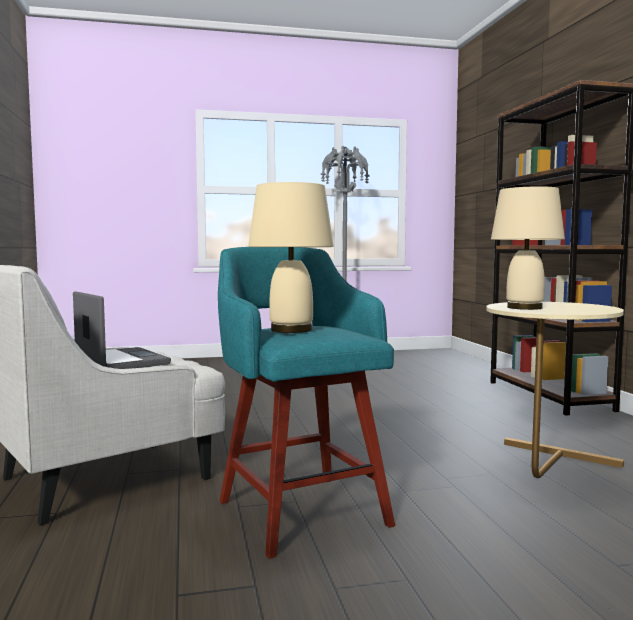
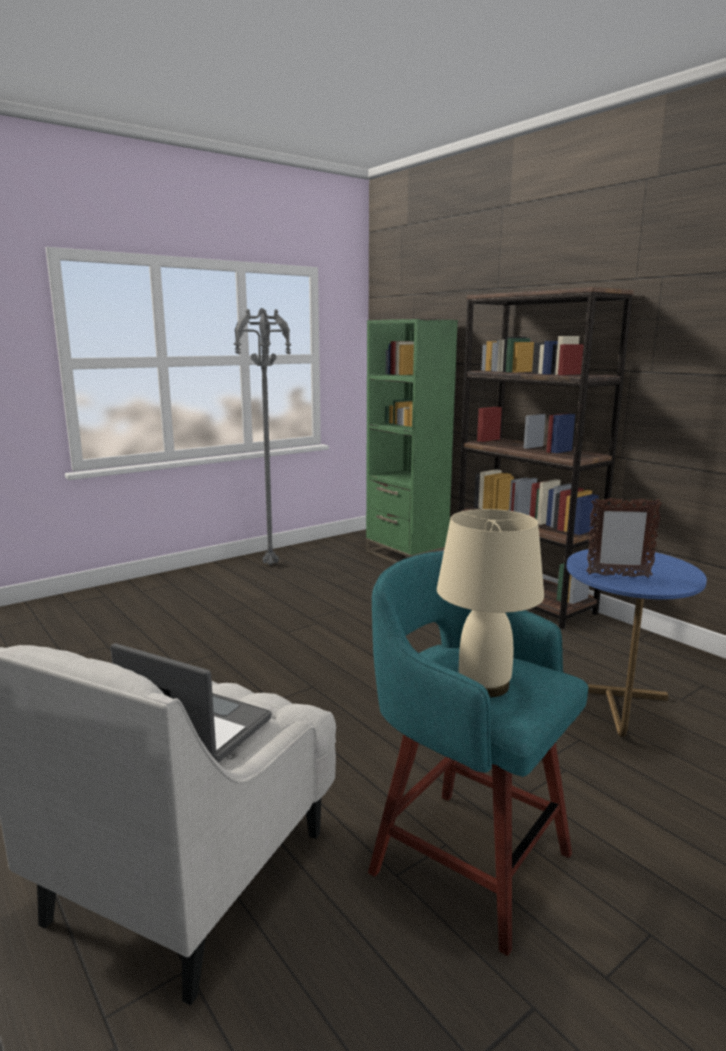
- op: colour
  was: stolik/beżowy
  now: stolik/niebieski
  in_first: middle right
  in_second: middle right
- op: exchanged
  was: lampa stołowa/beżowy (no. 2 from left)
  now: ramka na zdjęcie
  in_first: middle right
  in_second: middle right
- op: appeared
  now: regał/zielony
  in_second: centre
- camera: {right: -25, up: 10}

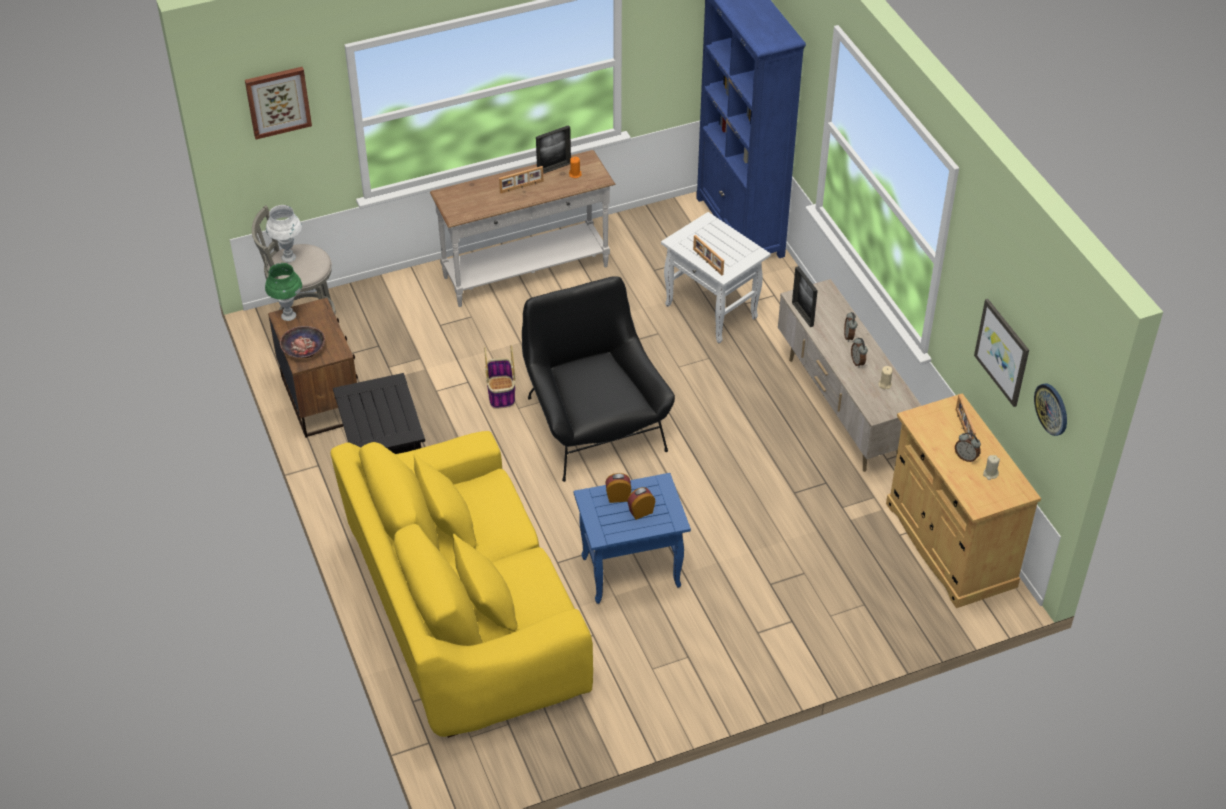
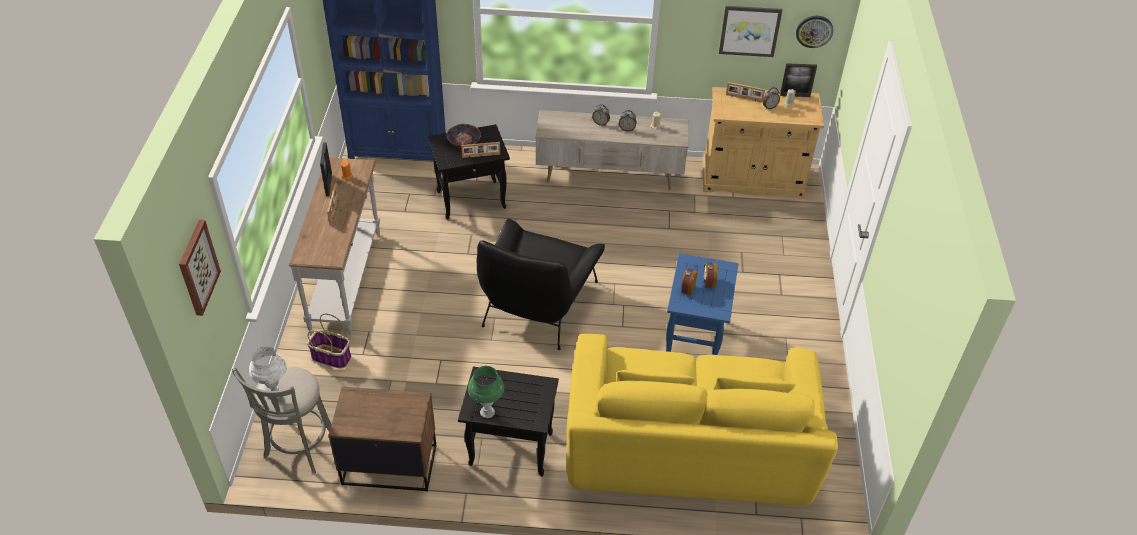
- op: relocated
  was: lampa stołowa/zielony
  in_first: middle left
  in_second: bottom centre
- op: relocated
  was: miska
  in_first: middle left
  in_second: top centre
- op: relocated
  was: koszyk
  in_first: centre
  in_second: middle left
- op: spun
  was: fotel/czarny
  in_first: centre
  in_second: centre
  clockwise: -75
- op: colour
  was: stolik/biały
  now: stolik/czarny (no. 1 from left)
  in_first: centre
  in_second: top centre
- op: relocated
  was: ramka na zdjęcie (no. 4 from left in the first image)
  now: ramka na zdjęcie (no. 5 from left)
  in_first: centre
  in_second: top right
- camera: {right: -65, up: 0}

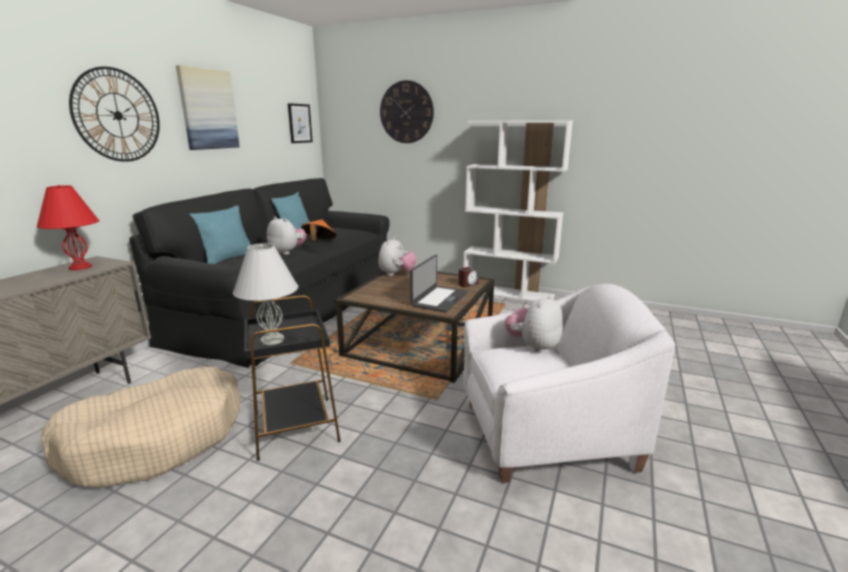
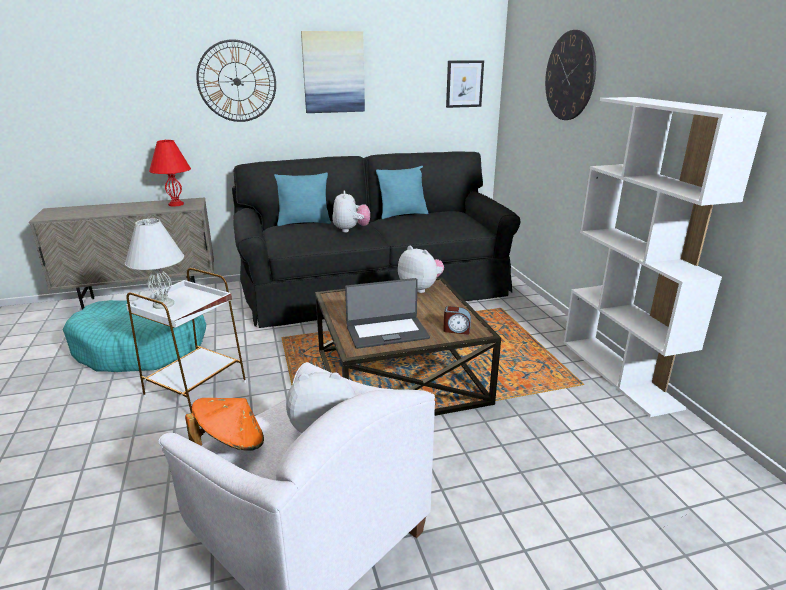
- op: colour
  was: legowisko/beżowy
  now: legowisko/turkusowy
  in_first: bottom left
  in_second: middle left
- op: colour
  was: stolik/czarny
  now: stolik/biały
  in_first: centre
  in_second: middle left
- op: relocated
  was: kapelusz/pomarańczowy
  in_first: centre
  in_second: bottom left
- op: spun
  was: pluszak (no. 2 from left in the first image)
  in_first: centre
  in_second: centre
  clockwise: -120
- camera: {right: 50, up: 5}

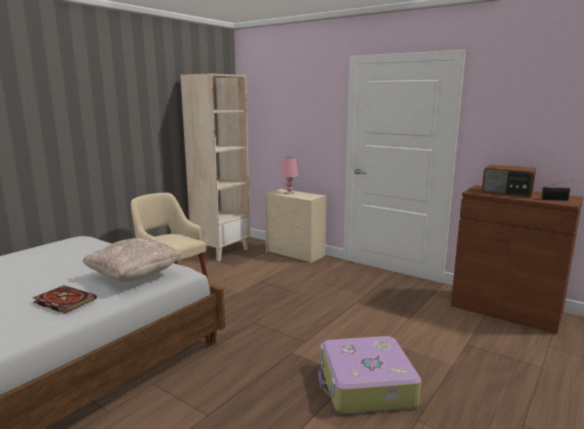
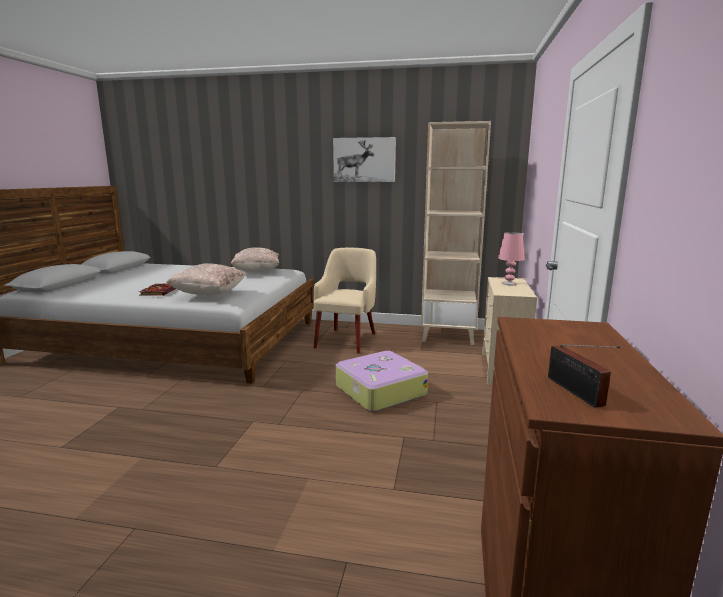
- op: relocated
  was: walizka
  in_first: bottom centre
  in_second: centre
- op: missing
  was: radio (no. 1 from left)
  in_first: middle right
- op: appeared
  now: poduszka/beżowy (no. 2 from left)
  in_second: centre
- op: appeared
  now: obraz
  in_second: top centre
- camera: {right: 65, up: 0}

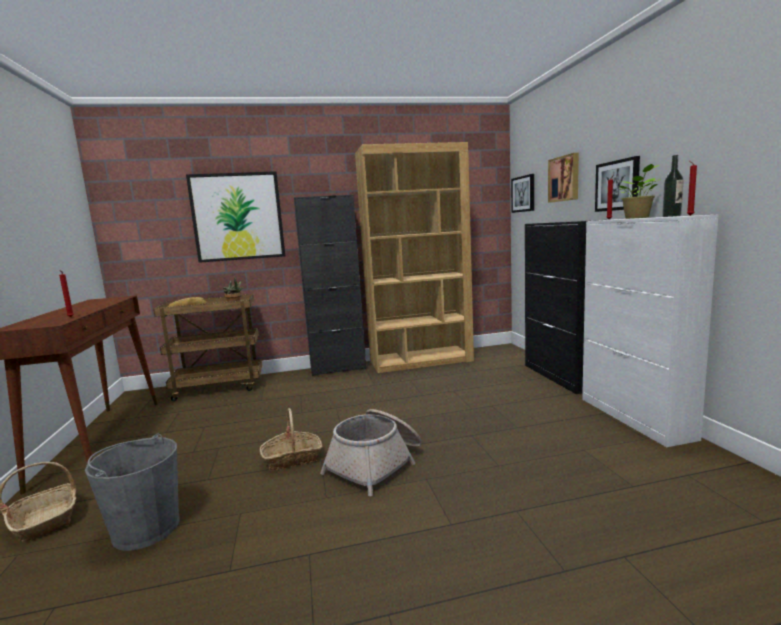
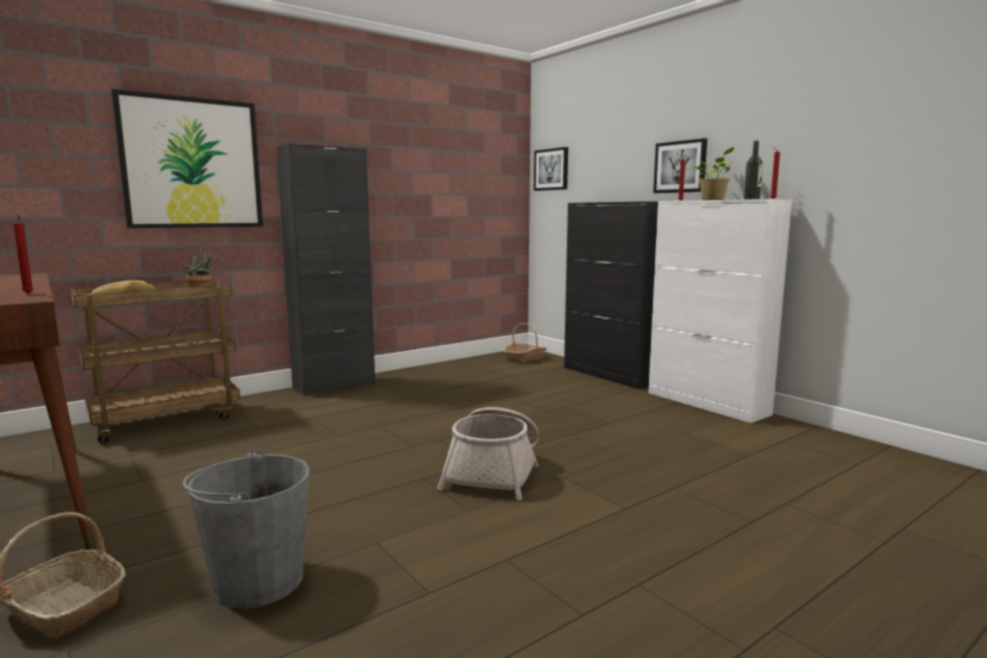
- op: relocated
  was: koszyk (no. 2 from left in the first image)
  now: koszyk (no. 3 from left)
  in_first: bottom centre
  in_second: centre
- op: missing
  was: regał/brązowy
  in_first: centre
- op: missing
  was: obraz (no. 3 from left)
  in_first: top right
- camera: {right: -25, up: 0}

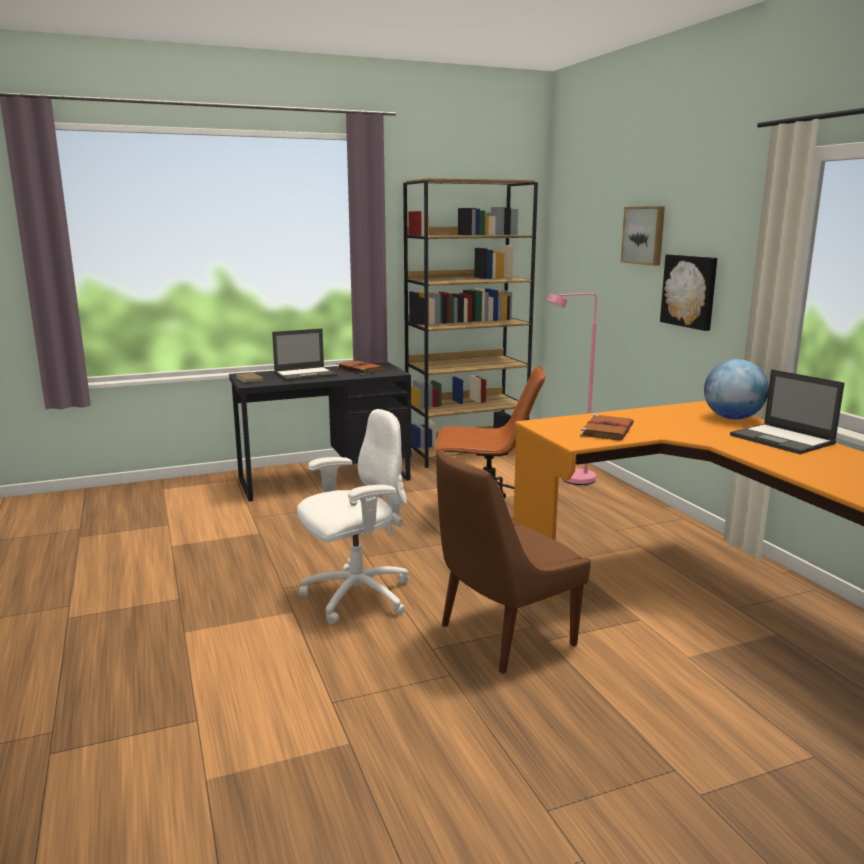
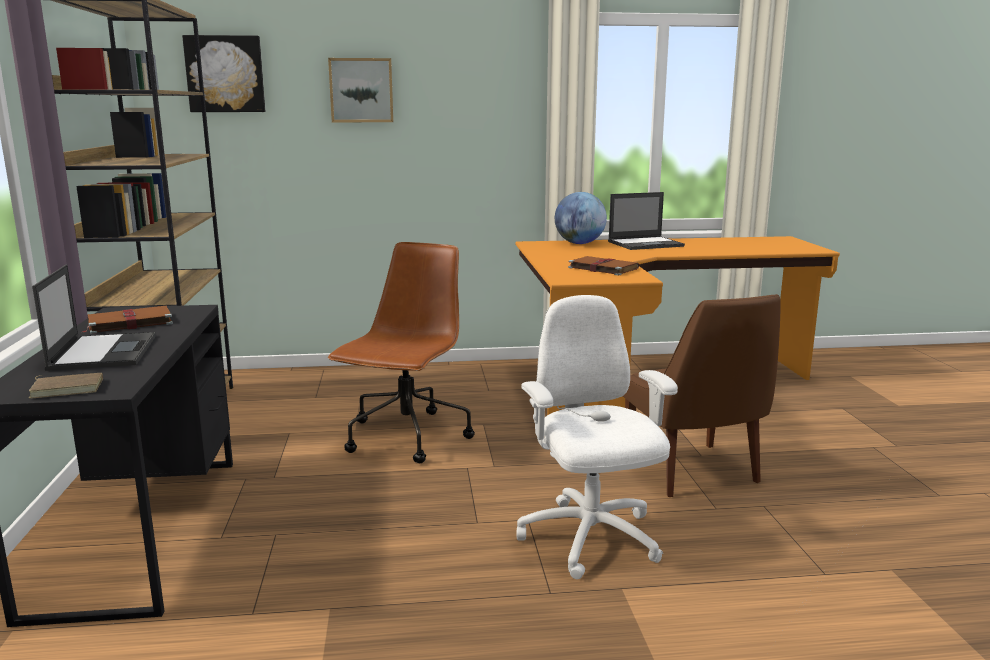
- op: missing
  was: lampa stojąca/różowy
  in_first: centre
- op: relocated
  was: obraz (no. 2 from left in the first image)
  now: obraz (no. 1 from left)
  in_first: middle right
  in_second: top left
- camera: {right: -75, up: 0}

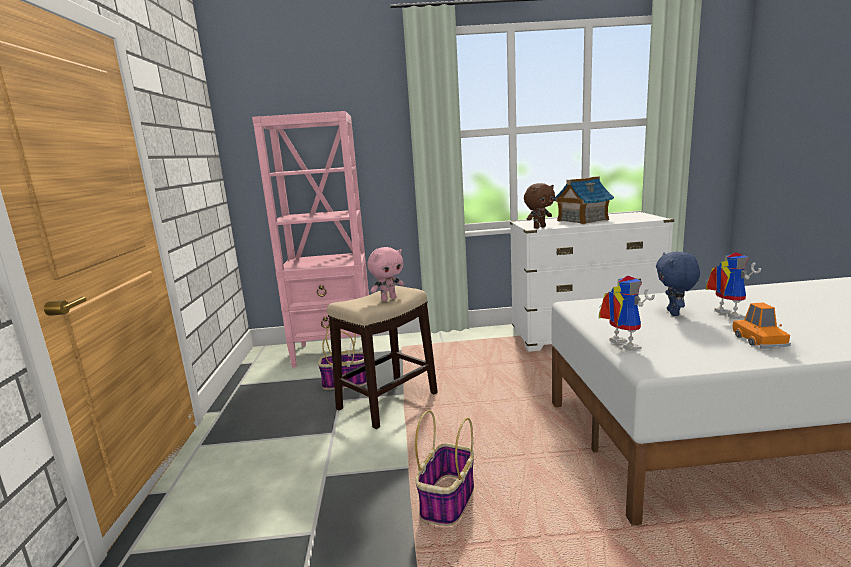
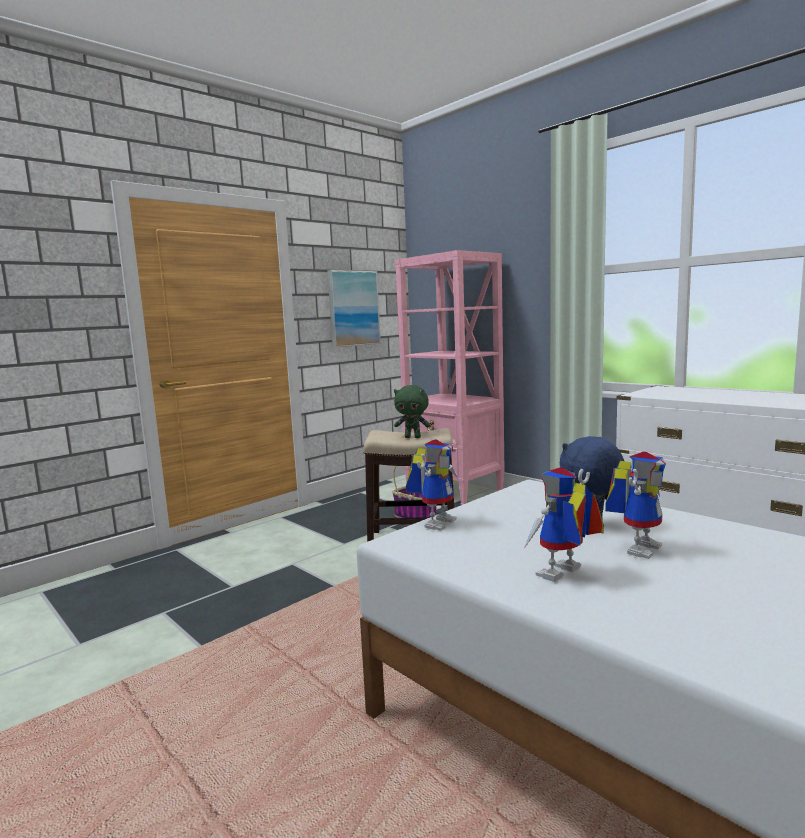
- op: colour
  was: pluszak/różowy
  now: pluszak/zielony
  in_first: centre
  in_second: centre
- op: missing
  was: koszyk (no. 2 from left)
  in_first: bottom centre
- op: missing
  was: pluszak/brązowy
  in_first: centre
- op: missing
  was: domek
  in_first: middle right
- op: exchanged
  was: samochodzik/pomarańczowy
  now: robot zabawkowy (no. 2 from left)
  in_first: middle right
  in_second: middle right
- op: appeared
  now: obraz
  in_second: centre
- camera: {right: 50, up: -5}

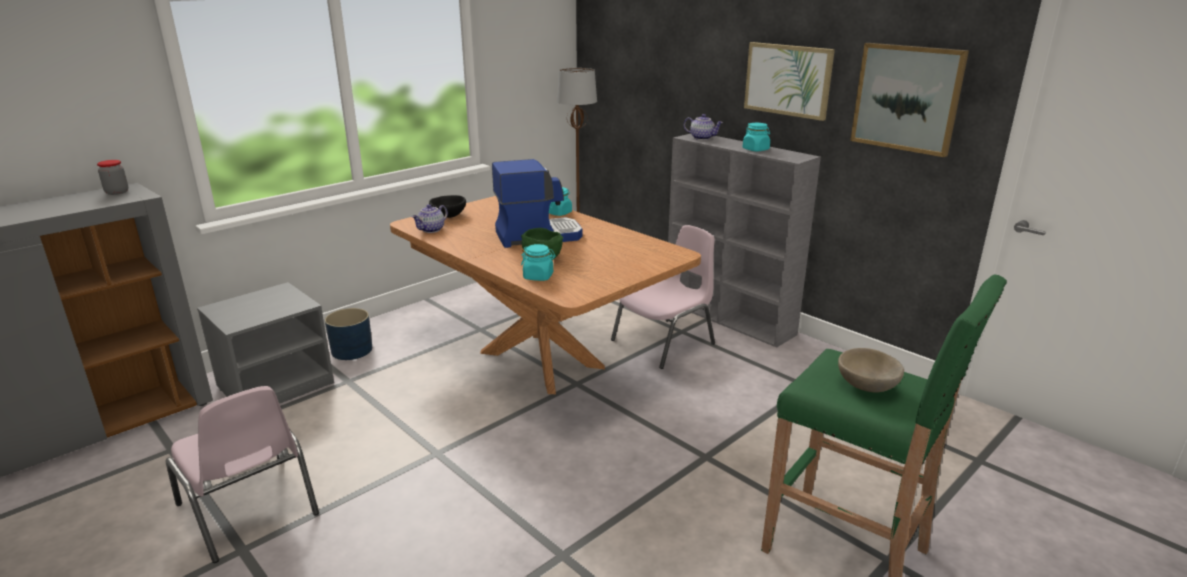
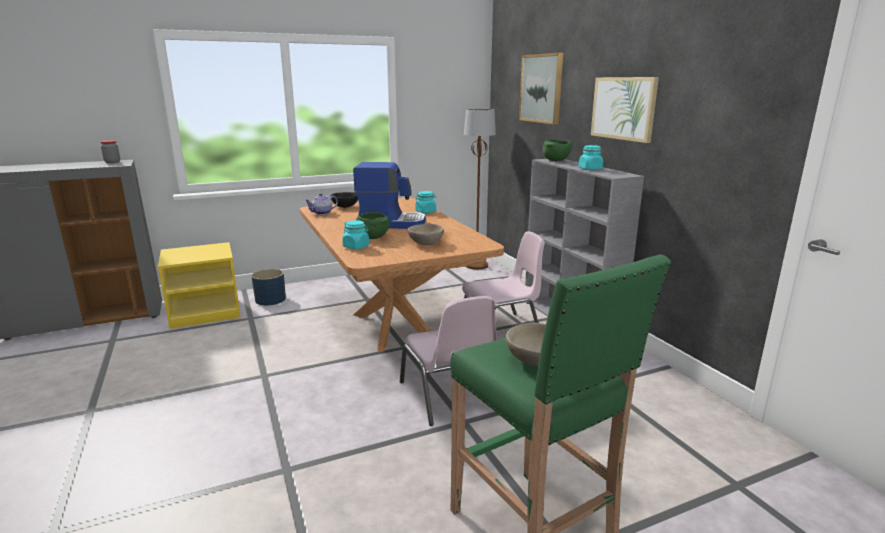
- op: relocated
  was: krzesło/różowy (no. 1 from left)
  in_first: bottom left
  in_second: bottom centre
- op: colour
  was: szafka nocna/szary
  now: szafka nocna/żółty
  in_first: middle left
  in_second: middle left
- op: exchanged
  was: imbryk (no. 2 from left)
  now: miska/zielony (no. 2 from left)
  in_first: top centre
  in_second: top centre
- op: relocated
  was: obraz (no. 2 from left in the first image)
  now: obraz (no. 1 from left)
  in_first: top right
  in_second: top centre
- op: appeared
  now: miska/beżowy (no. 1 from left)
  in_second: centre
- camera: {right: 20, up: -5}

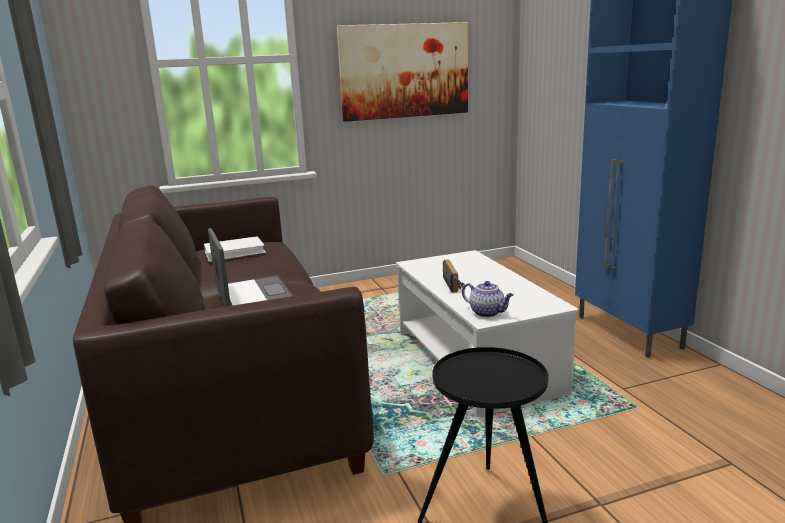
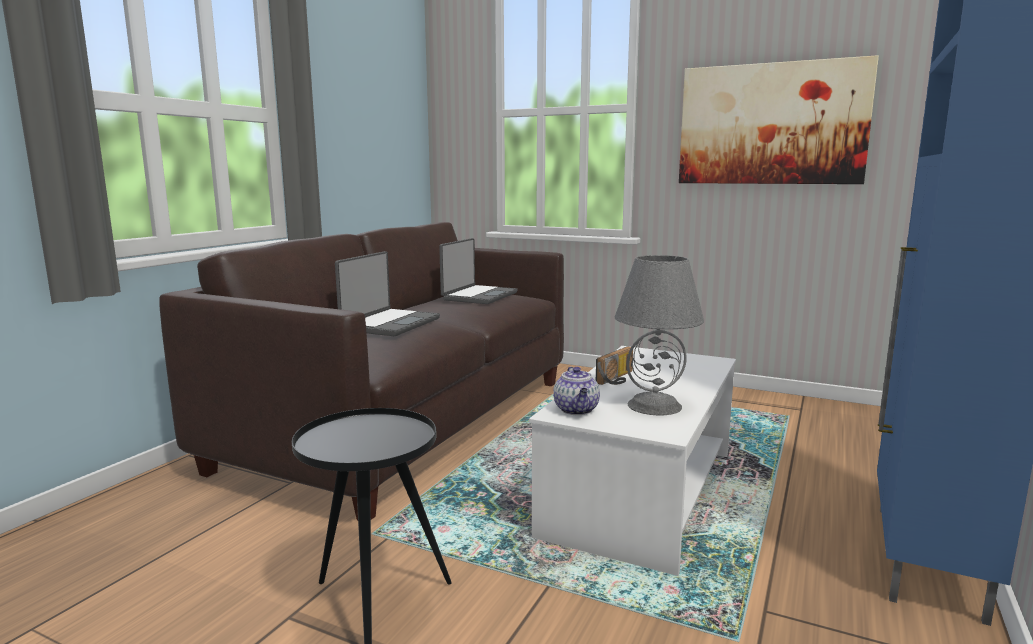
- op: exchanged
  was: książka/biały
  now: laptop (no. 2 from left)
  in_first: middle left
  in_second: centre
- op: appeared
  now: lampa stołowa/szary
  in_second: centre
- camera: {right: 45, up: -5}

